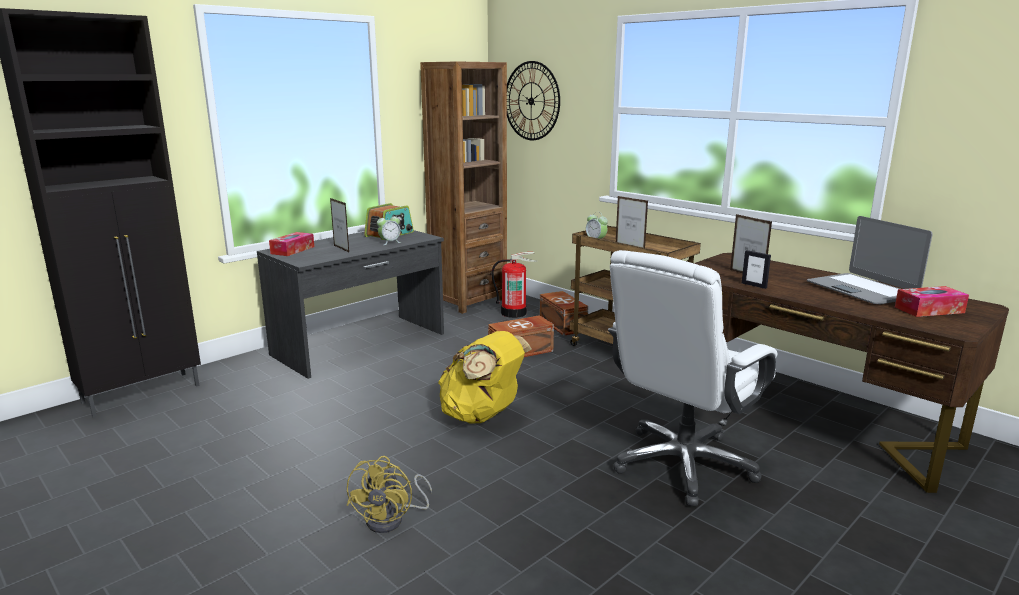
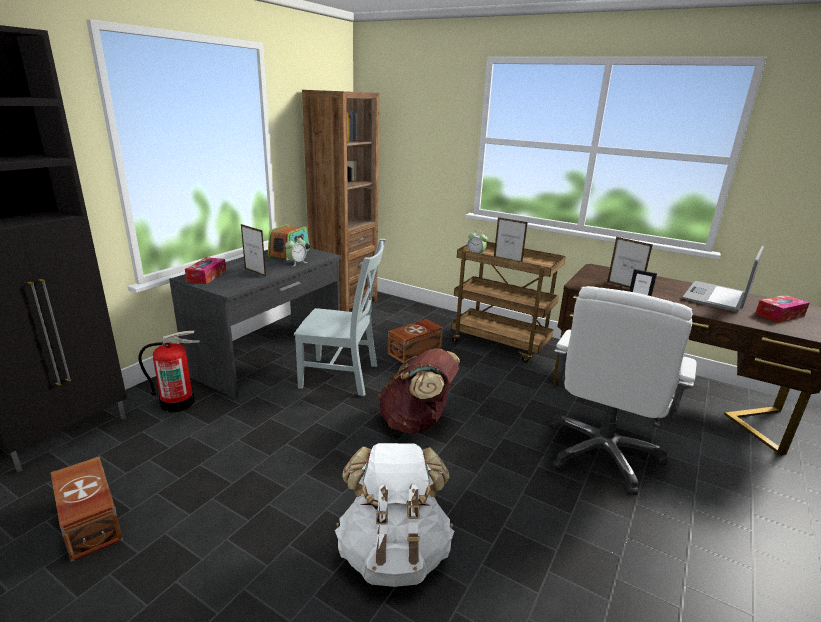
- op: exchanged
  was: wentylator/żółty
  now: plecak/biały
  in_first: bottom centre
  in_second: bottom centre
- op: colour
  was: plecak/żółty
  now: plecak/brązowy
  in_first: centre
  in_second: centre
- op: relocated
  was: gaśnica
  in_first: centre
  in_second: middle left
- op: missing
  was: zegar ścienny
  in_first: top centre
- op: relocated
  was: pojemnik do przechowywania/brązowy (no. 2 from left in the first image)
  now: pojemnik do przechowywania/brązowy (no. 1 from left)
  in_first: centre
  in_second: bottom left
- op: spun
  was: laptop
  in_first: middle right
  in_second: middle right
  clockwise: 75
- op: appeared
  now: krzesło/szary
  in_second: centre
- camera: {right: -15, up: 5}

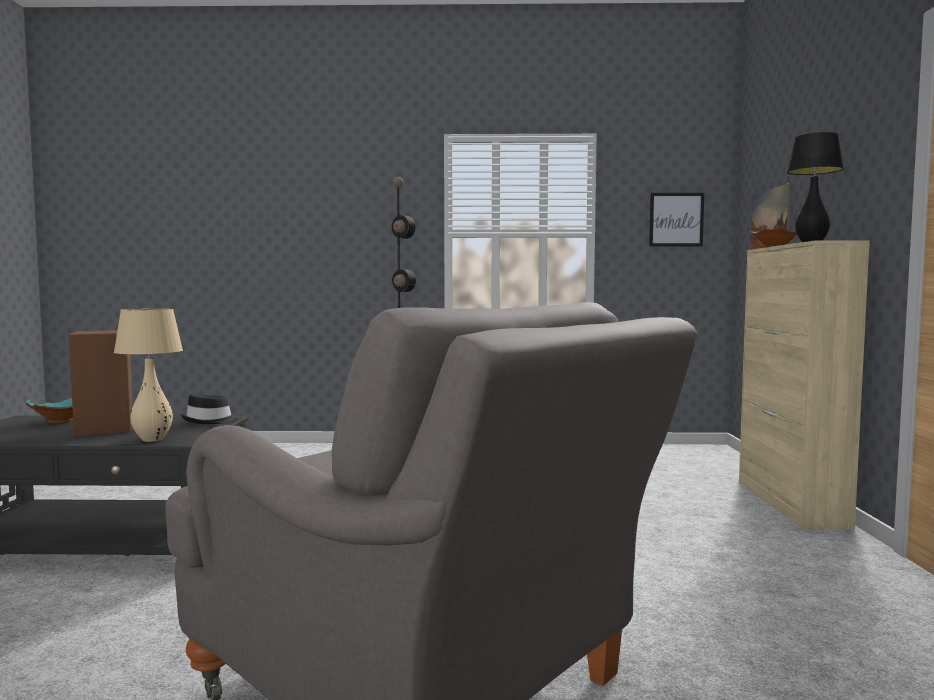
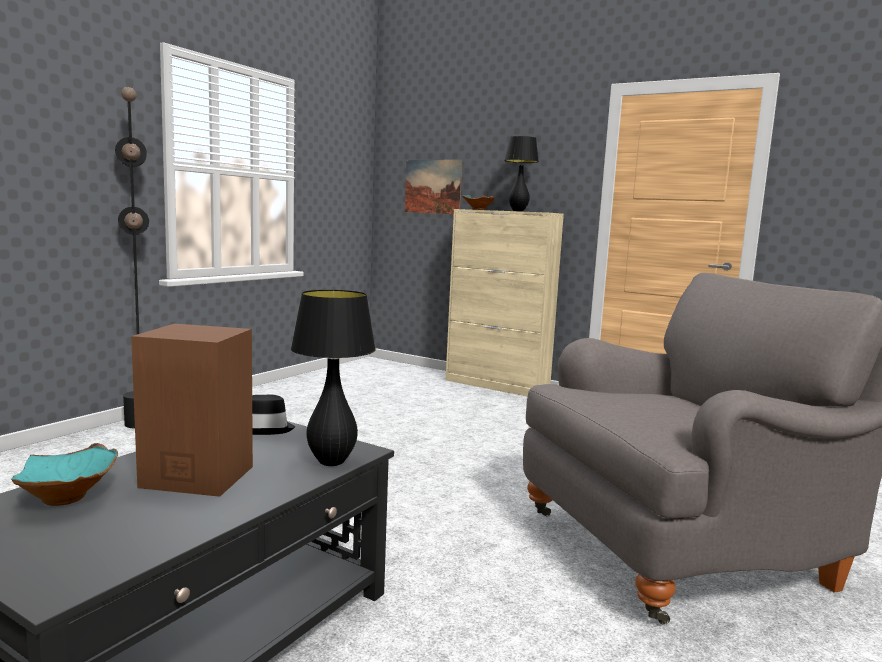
- op: colour
  was: lampa stołowa/beżowy
  now: lampa stołowa/czarny (no. 1 from left)
  in_first: middle left
  in_second: centre
- op: missing
  was: obraz (no. 1 from left)
  in_first: top right
- camera: {right: -60, up: 5}

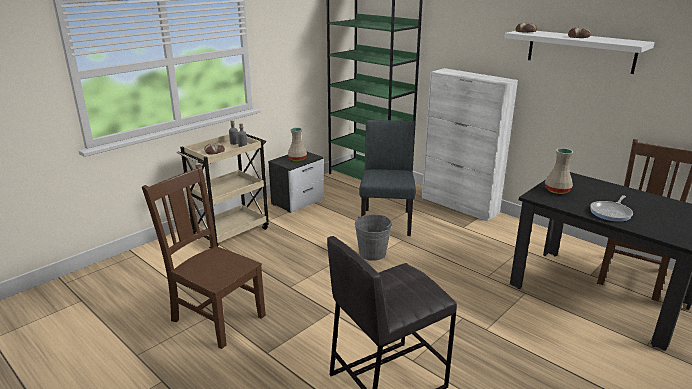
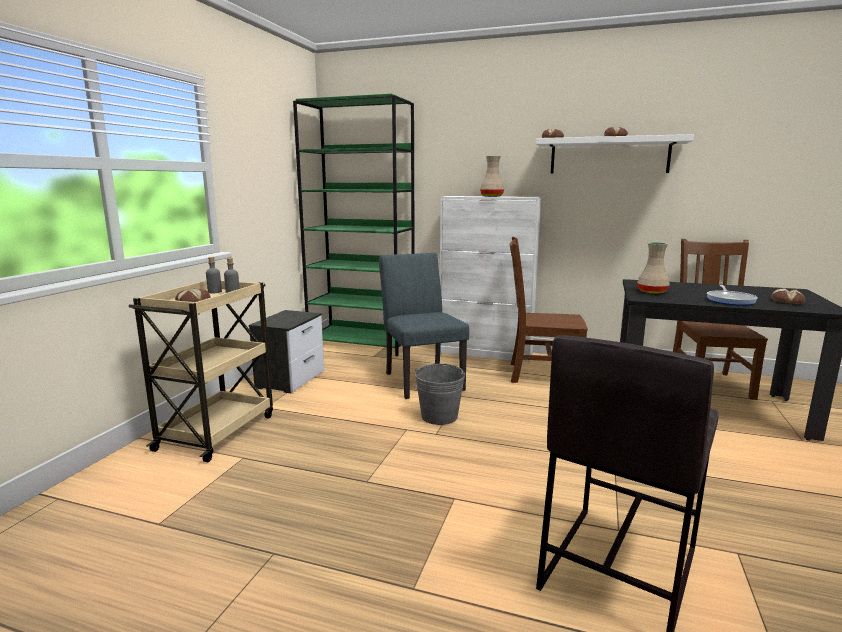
- op: relocated
  was: krzesło/brązowy (no. 1 from left)
  in_first: middle left
  in_second: centre
- op: relocated
  was: wazon/beżowy (no. 1 from left)
  in_first: centre
  in_second: top centre
- op: appeared
  now: chleb (no. 4 from left)
  in_second: middle right
- camera: {right: -25, up: -10}

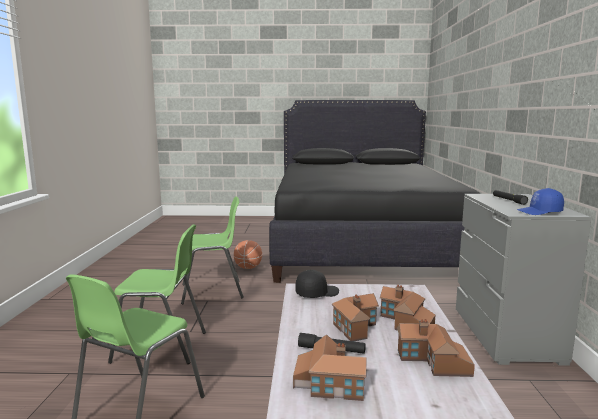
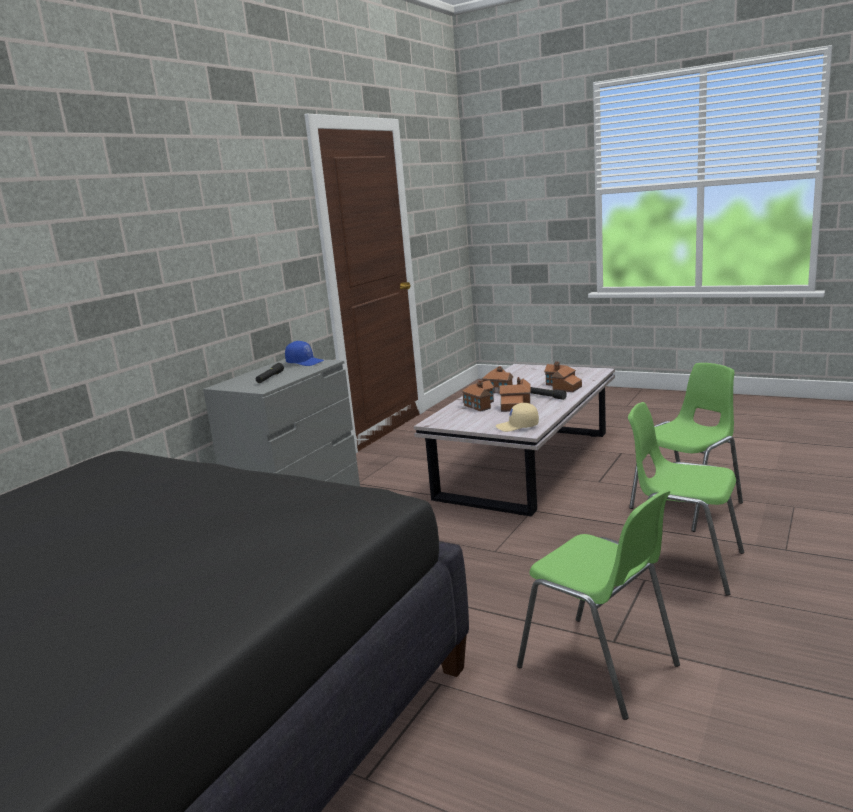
- op: spun
  was: krzesło/zielony (no. 3 from left in the first image)
  in_first: centre
  in_second: bottom right
  clockwise: -150
- op: missing
  was: piłka do koszykówki
  in_first: centre
- op: colour
  was: czapka z daszkiem/czarny
  now: czapka z daszkiem/beżowy
  in_first: bottom centre
  in_second: centre
- camera: {right: -150, up: 5}

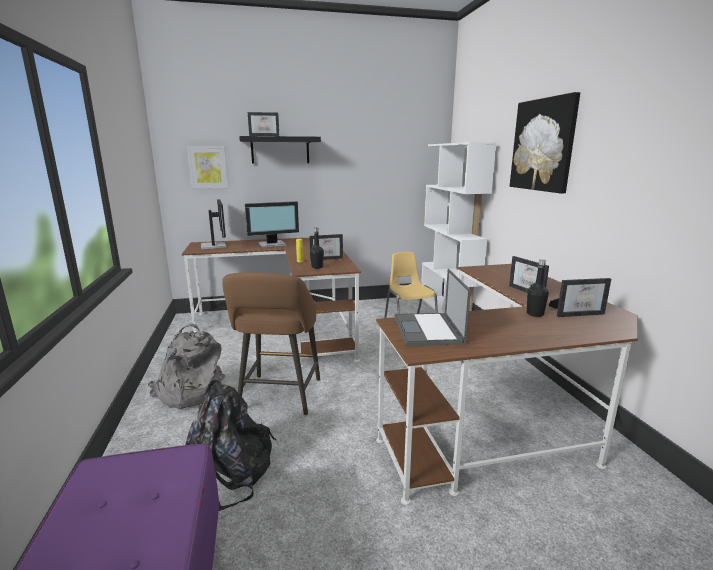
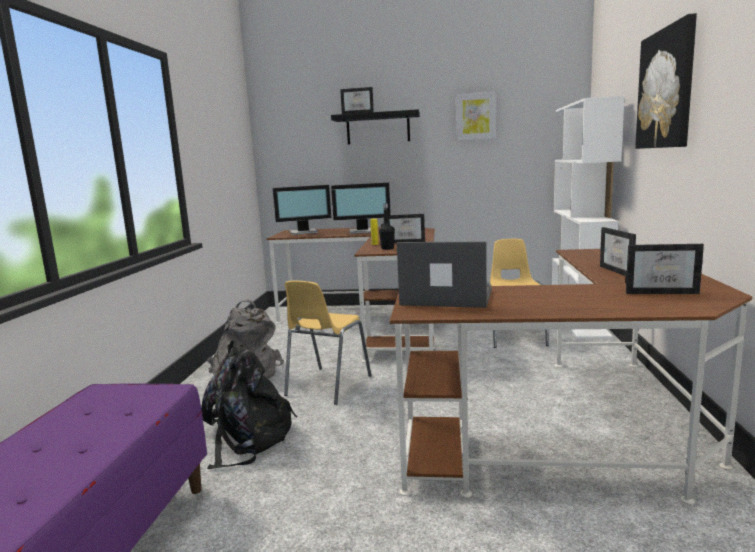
- op: relocated
  was: obraz (no. 1 from left)
  in_first: top left
  in_second: top centre
- op: spun
  was: monitor (no. 1 from left)
  in_first: middle left
  in_second: centre
  clockwise: 75
- op: exchanged
  was: stołek/brązowy
  now: krzesło/żółty (no. 1 from left)
  in_first: centre
  in_second: centre
- op: spun
  was: laptop
  in_first: centre
  in_second: centre
  clockwise: 90
- op: missing
  was: butelka/czarny (no. 2 from left)
  in_first: middle right
- camera: {right: 20, up: -5}

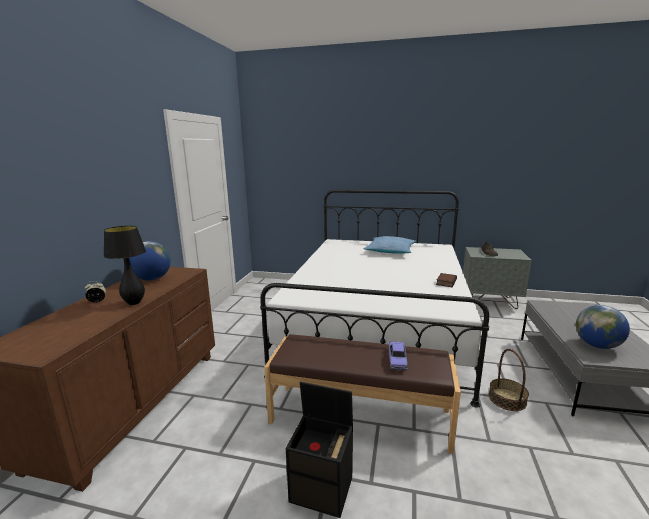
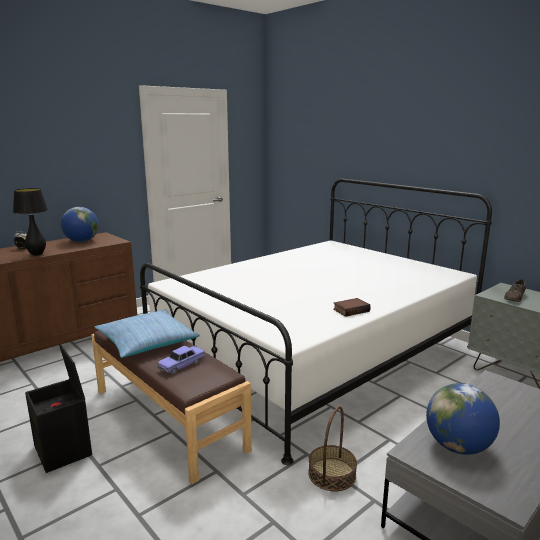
- op: relocated
  was: poduszka
  in_first: centre
  in_second: middle left
- camera: {right: 35, up: 0}

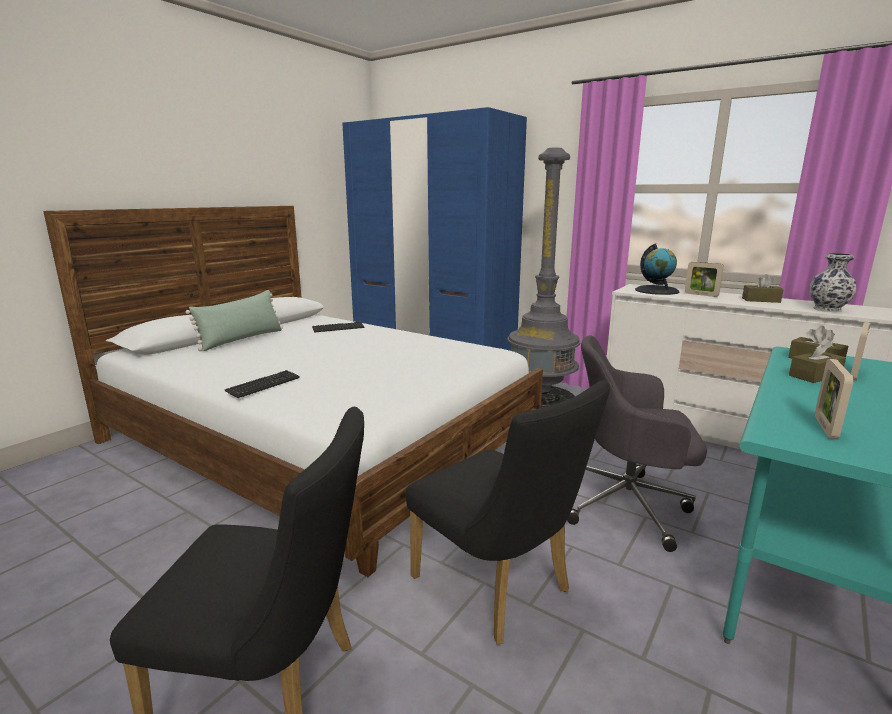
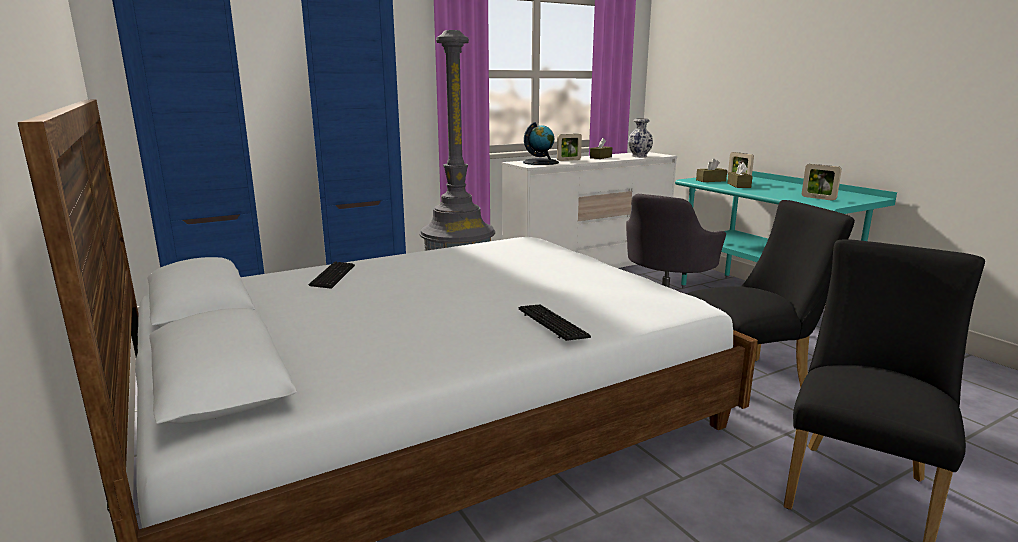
- op: missing
  was: poduszka/zielony
  in_first: middle left
- camera: {right: -65, up: 0}

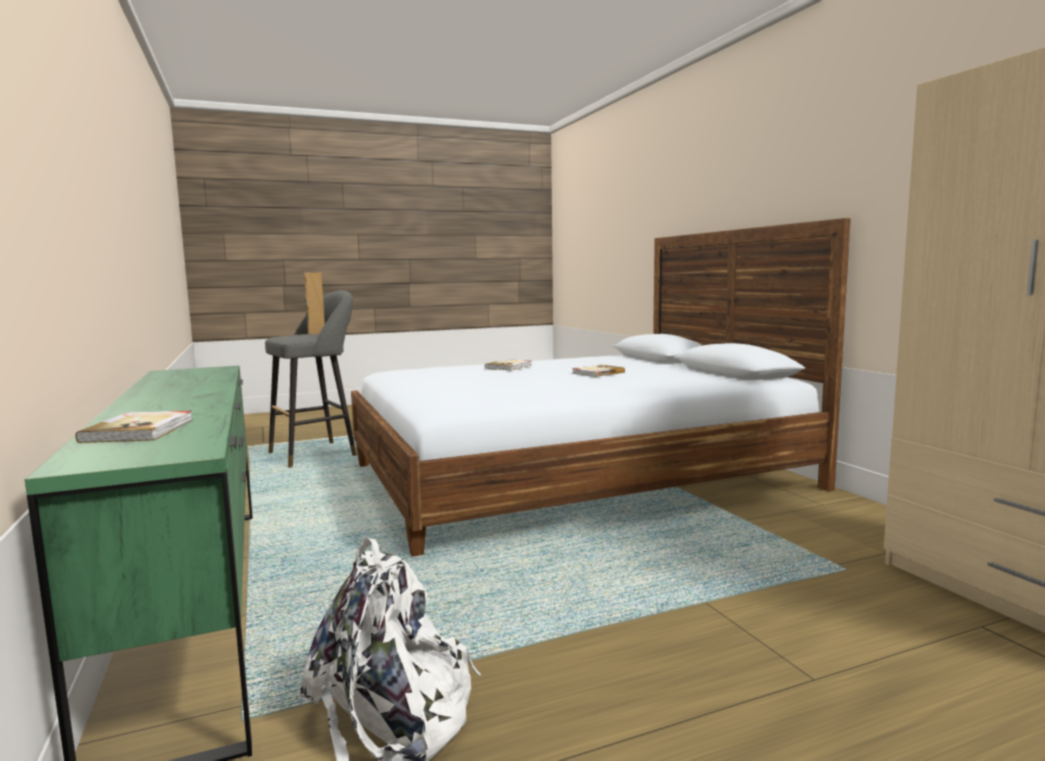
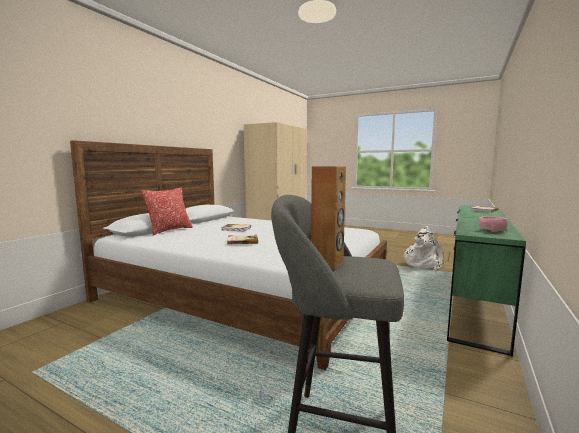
- op: appeared
  now: poduszka
  in_second: middle left
- op: appeared
  now: miska/różowy
  in_second: middle right
- camera: {right: -130, up: 0}

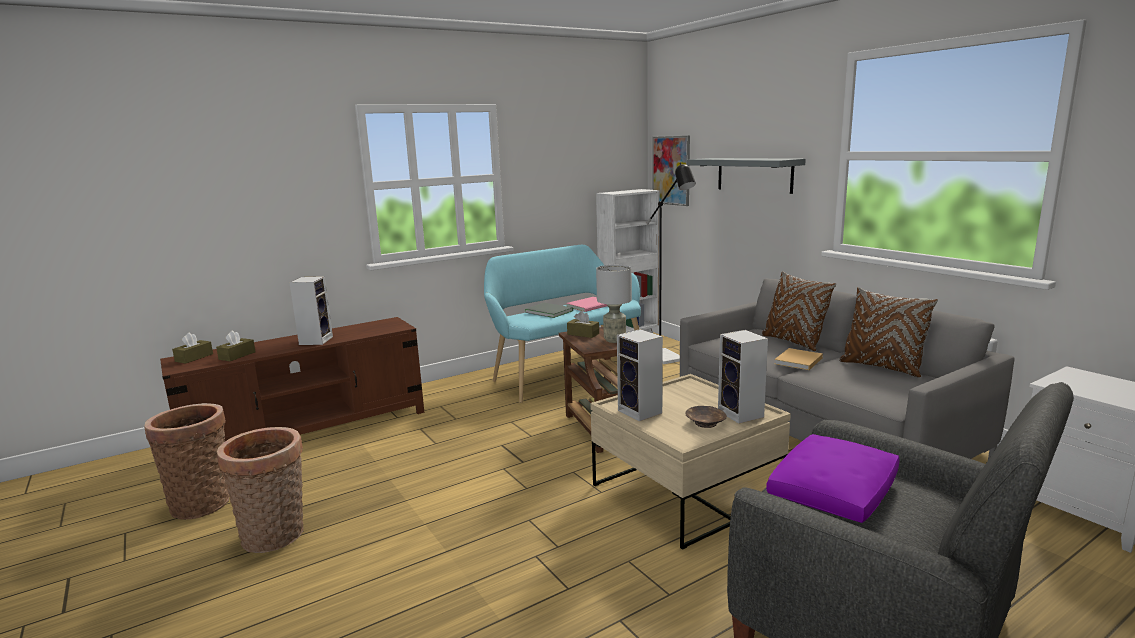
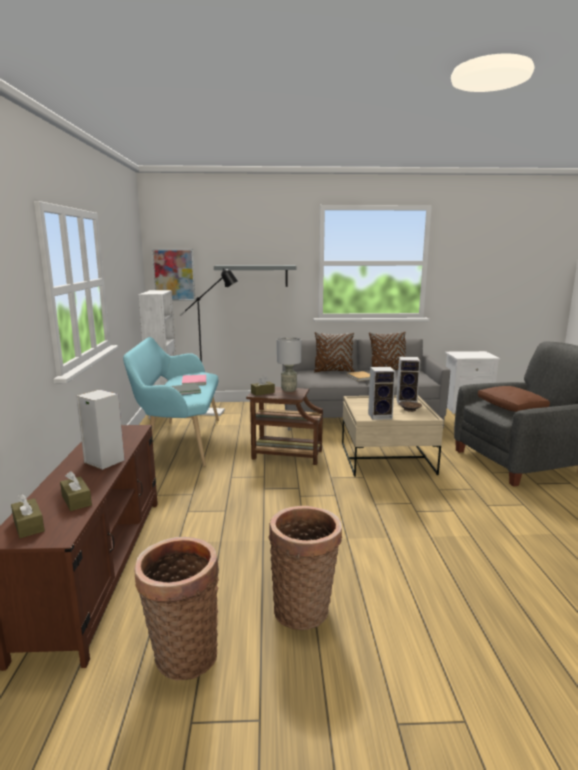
- op: colour
  was: poduszka/fioletowy
  now: poduszka/brązowy (no. 3 from left)
  in_first: bottom right
  in_second: middle right
- camera: {right: -60, up: 0}

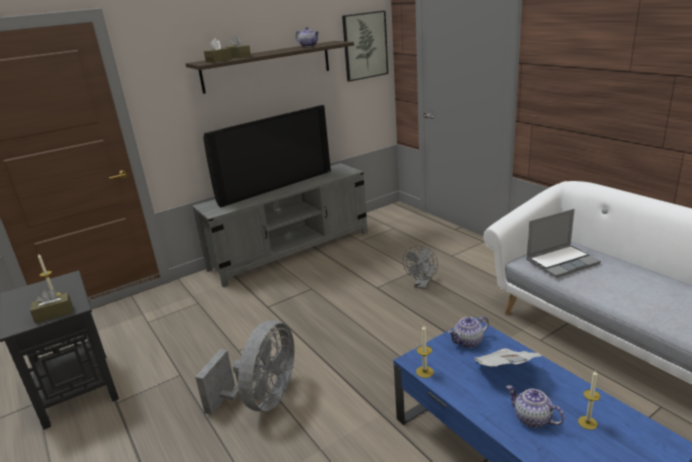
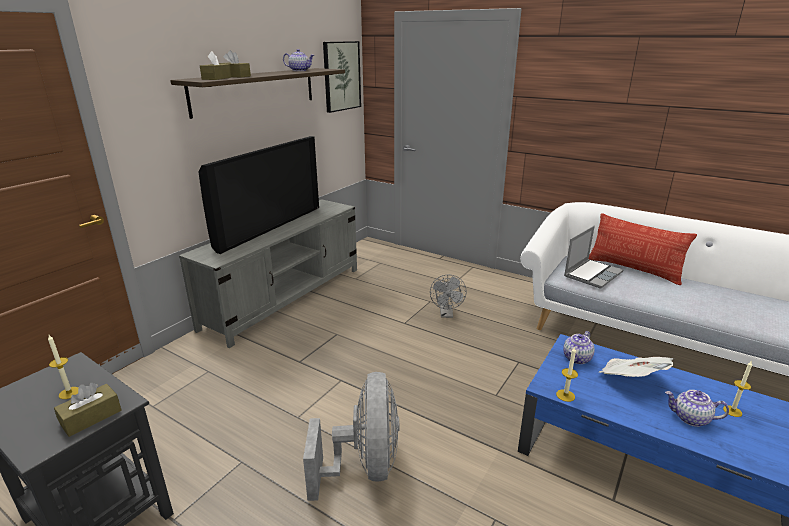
- op: appeared
  now: poduszka
  in_second: middle right
- camera: {right: -25, up: 0}

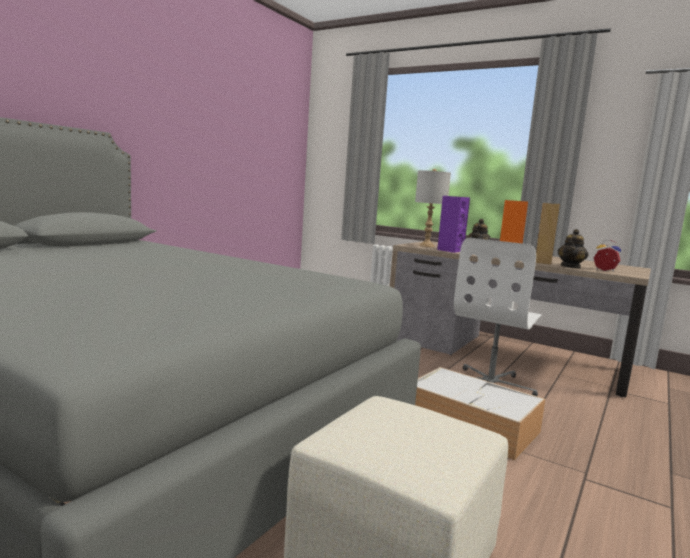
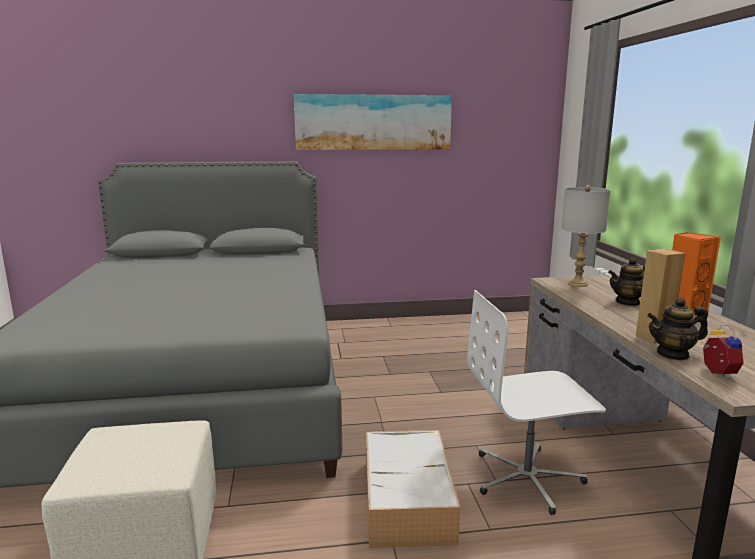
- op: missing
  was: głośnik/fioletowy
  in_first: centre
- op: appeared
  now: obraz
  in_second: top centre
- camera: {right: 50, up: 5}

